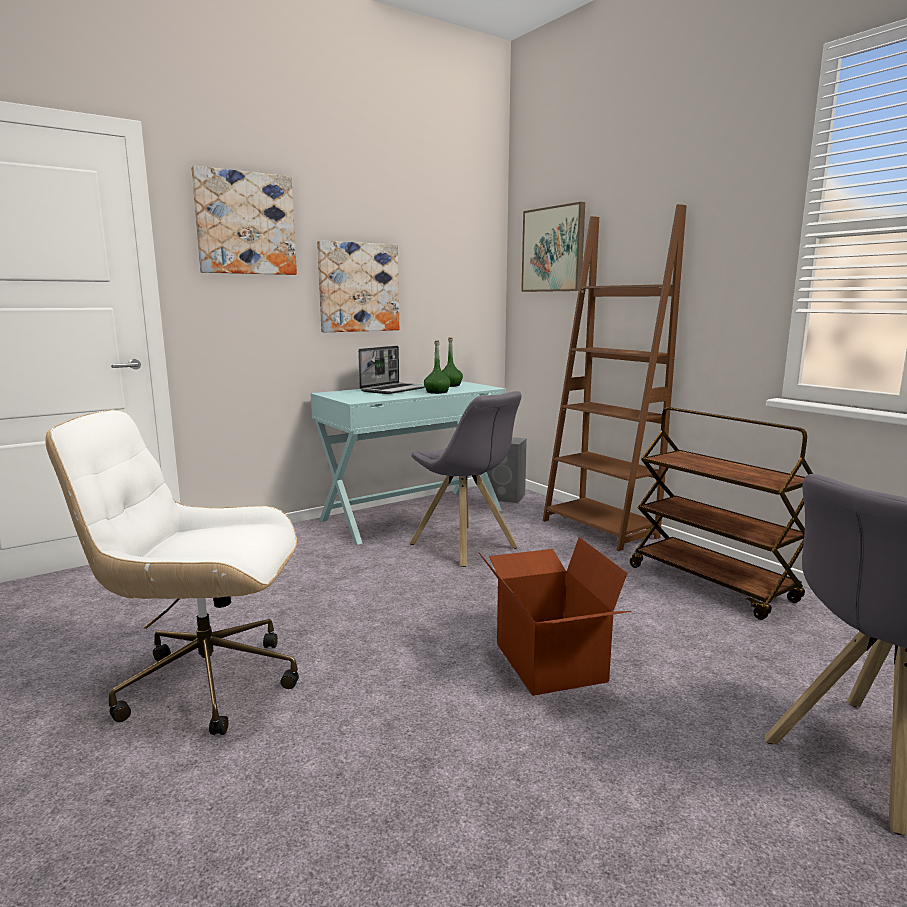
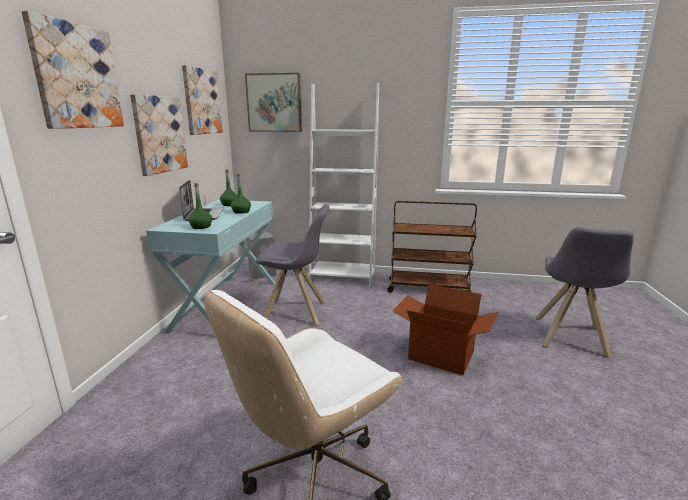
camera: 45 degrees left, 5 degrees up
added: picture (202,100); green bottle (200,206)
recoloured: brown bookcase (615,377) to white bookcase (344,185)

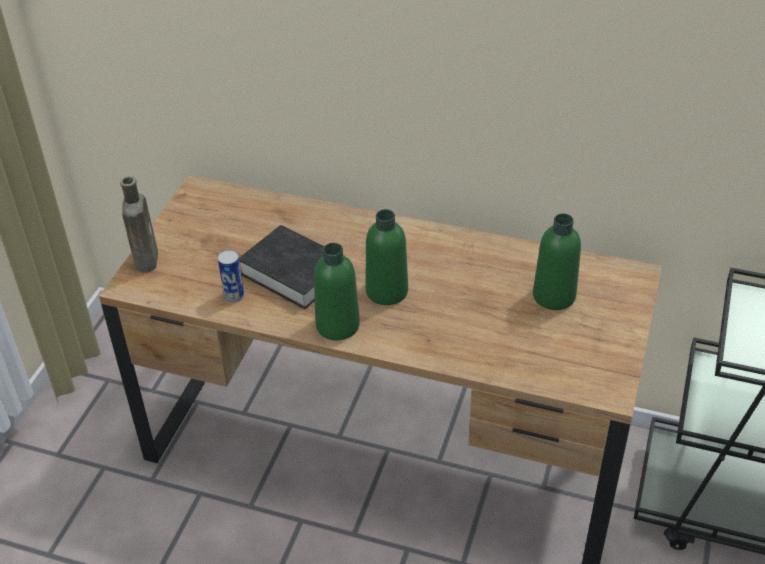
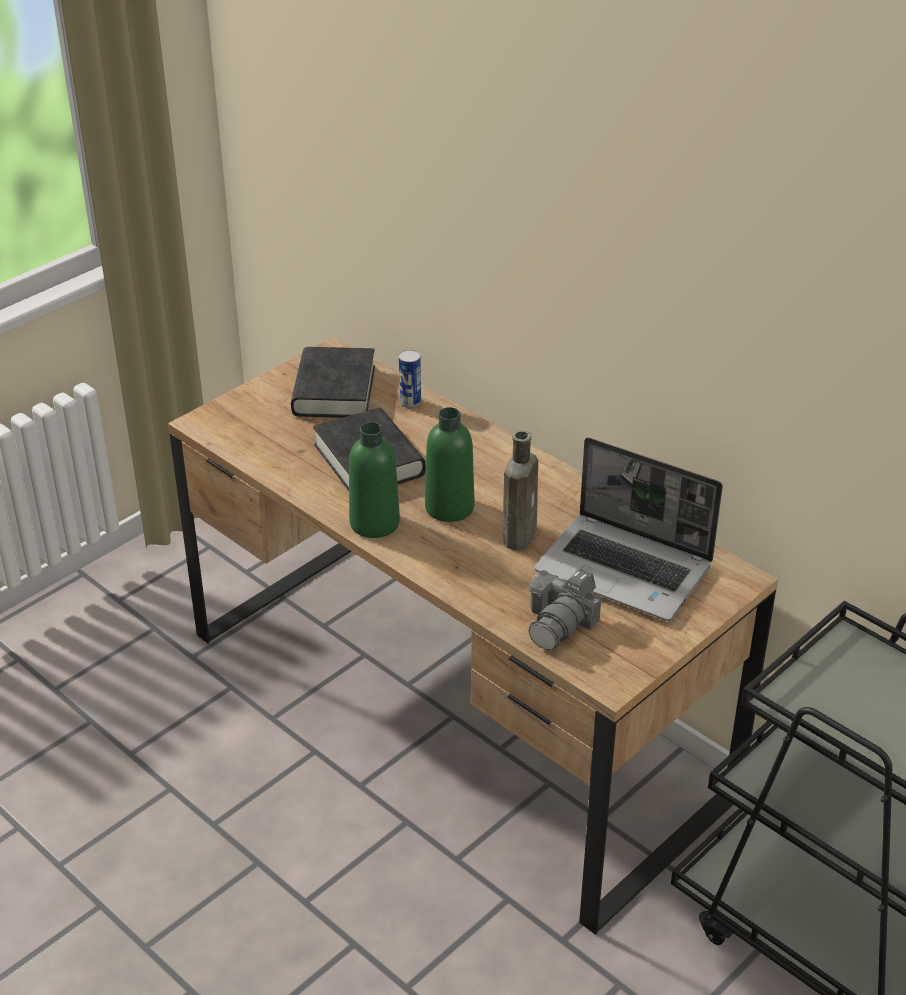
camera: 25 degrees right, 5 degrees down
added: black book (333,382); photo camera (564,609)
moved: can (231,276) to (410,379); brown bottle (139,224) to (520,490)
replaced: green bottle (557,262) to laptop (629,529)

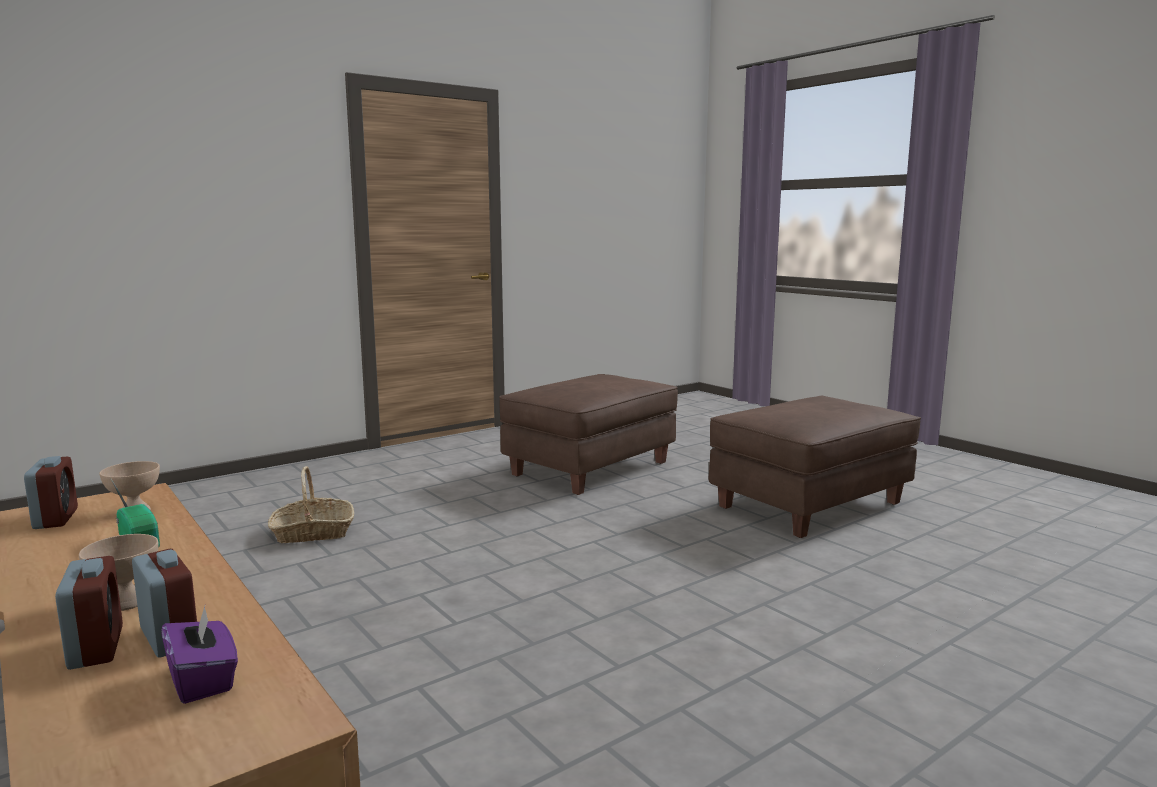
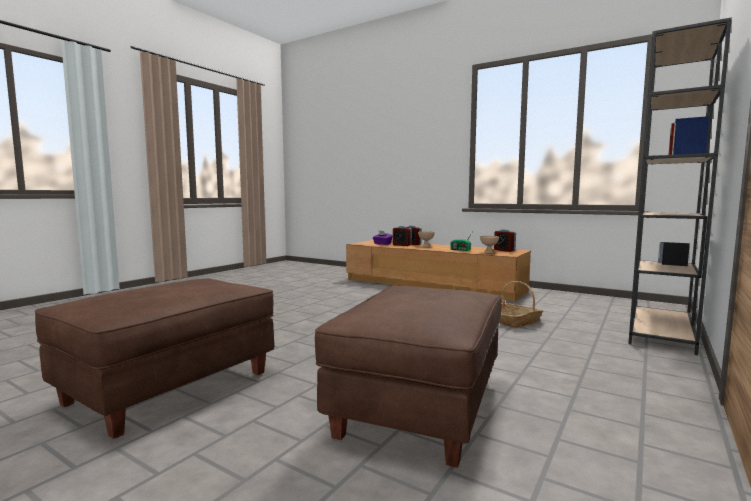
camera: 160 degrees right, 5 degrees down
added: bookcase (680,186)

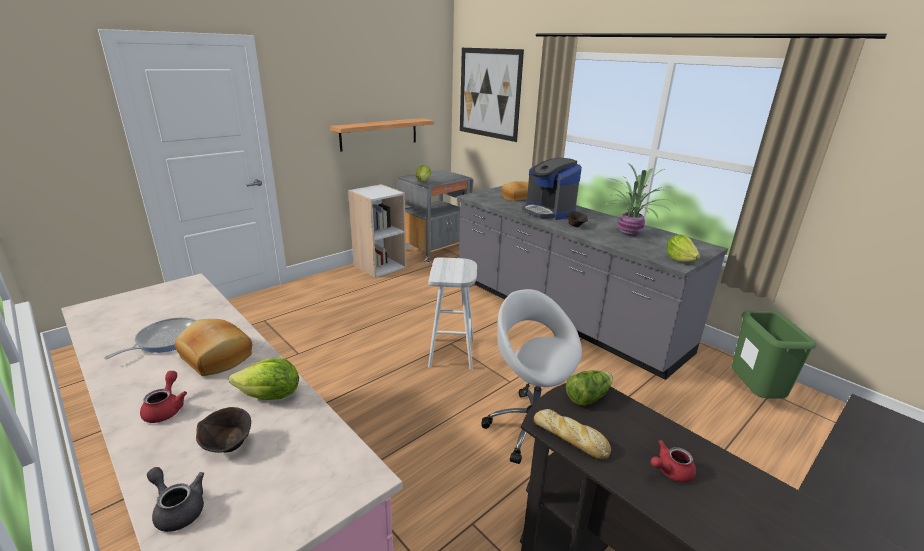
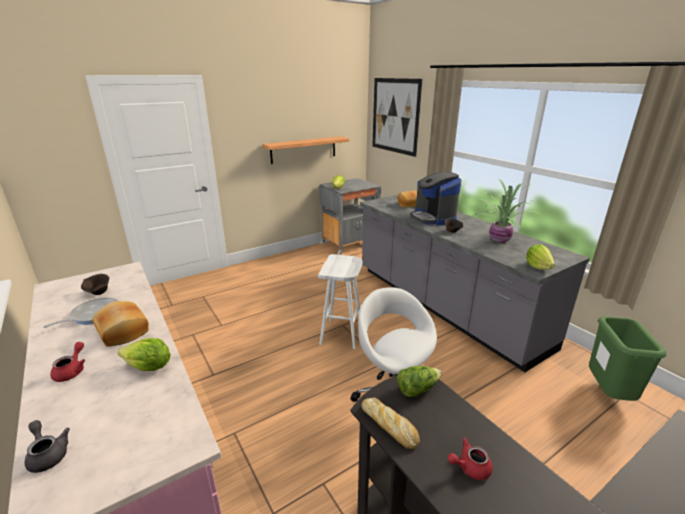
camera: 10 degrees right, 0 degrees up
removed: bookcase (377,231)
moved: brown bowl (223,430) to (95,284)

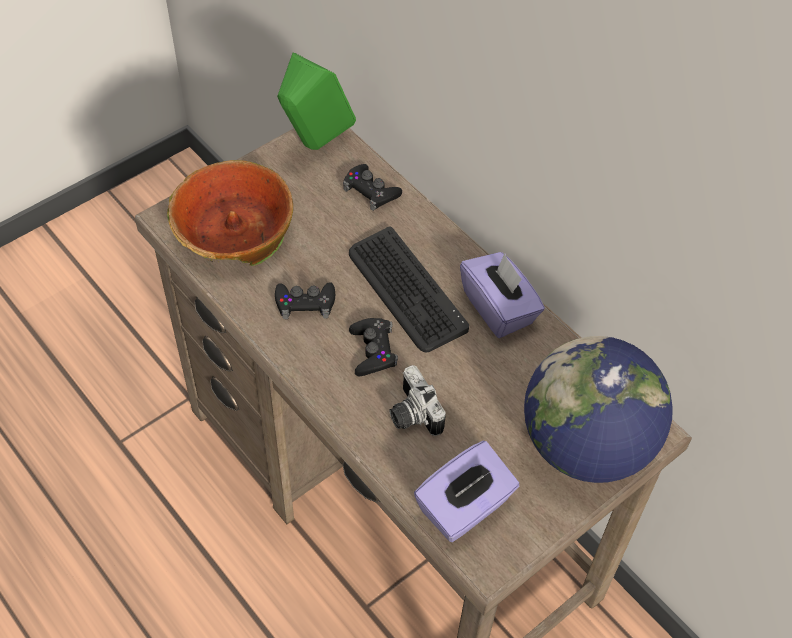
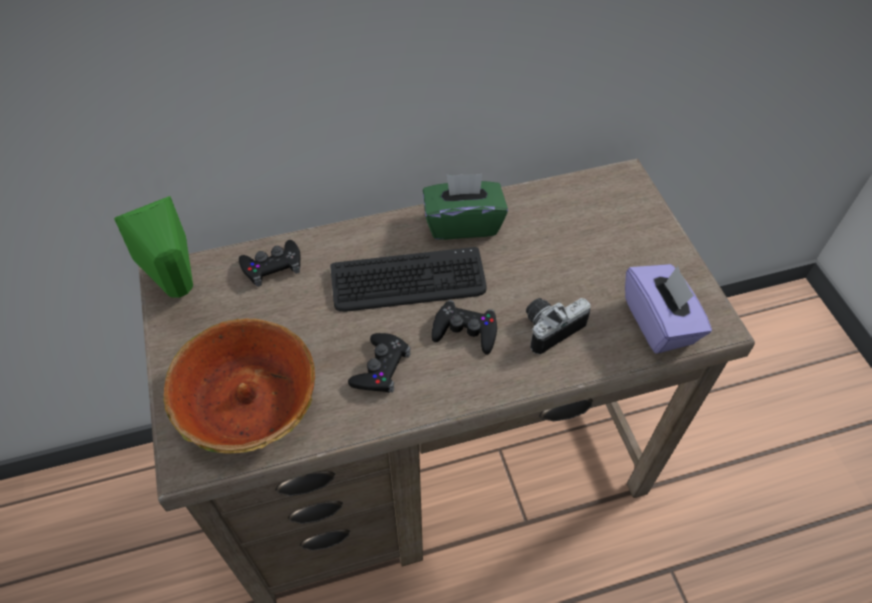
camera: 65 degrees left, 0 degrees up
removed: globe (598,409)
recoloured: purple tissue box (502,295) to green tissue box (465,207)
turned: photo camera (417,400) = (558,326) 150 degrees clockwise

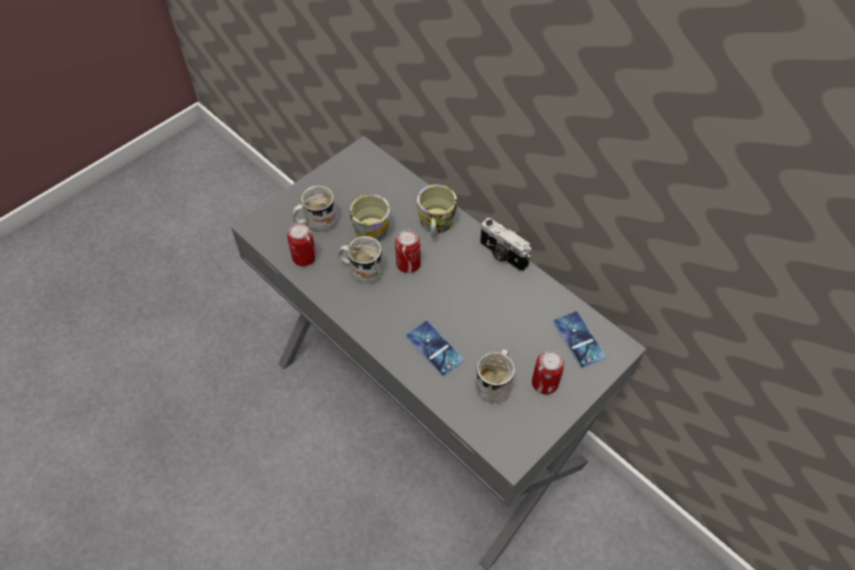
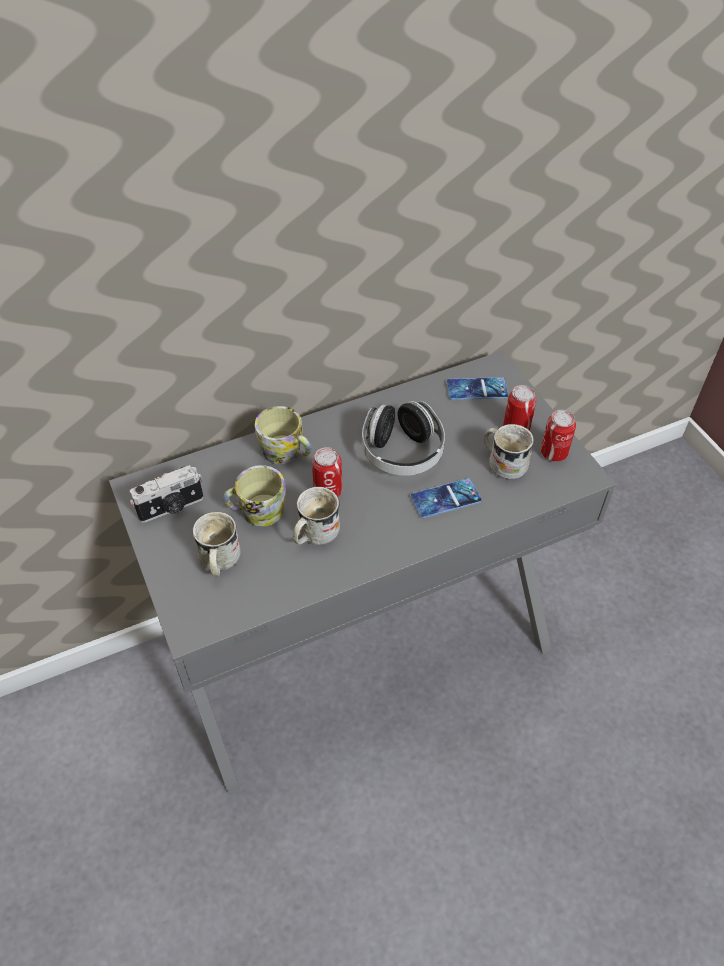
camera: 70 degrees left, 5 degrees down
added: headphones (403,438)
moved: photo camera (505,245) to (167,494); can (301,244) to (558,435)

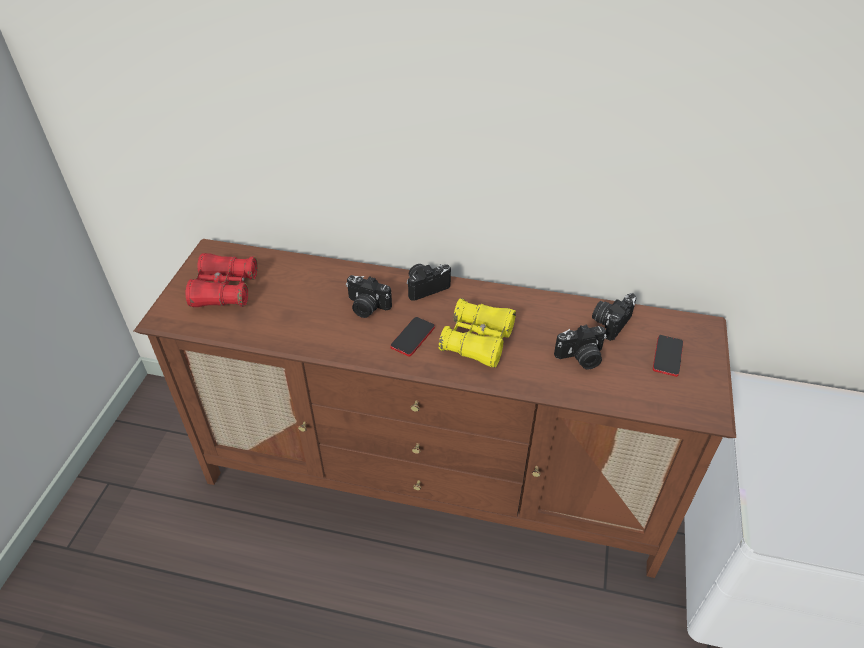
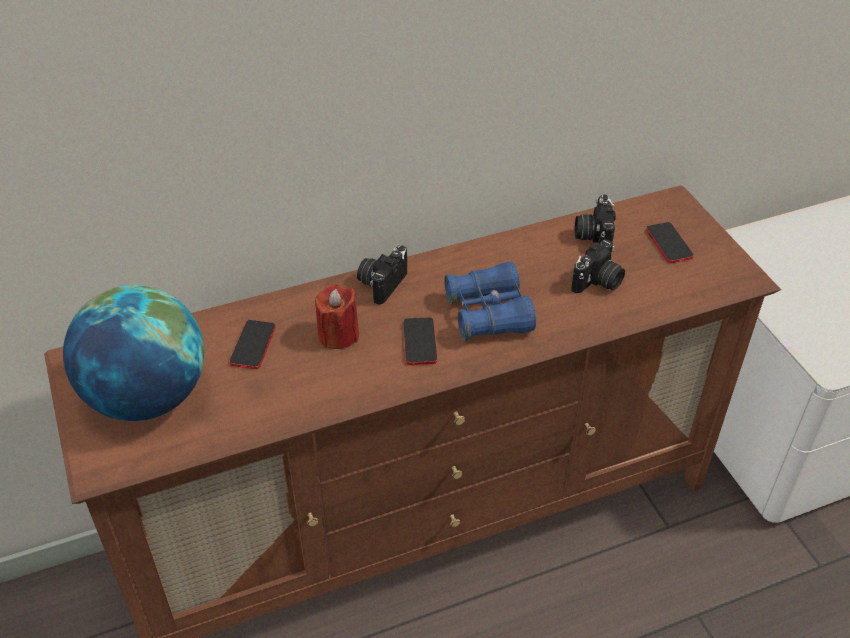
camera: 35 degrees left, 0 degrees up
added: phone (253,344)
replaced: red binoculars (222,280) to globe (133,353); photo camera (369,296) to red candle (337,316)
recoloured: yellow binoculars (477,332) to blue binoculars (490,301)

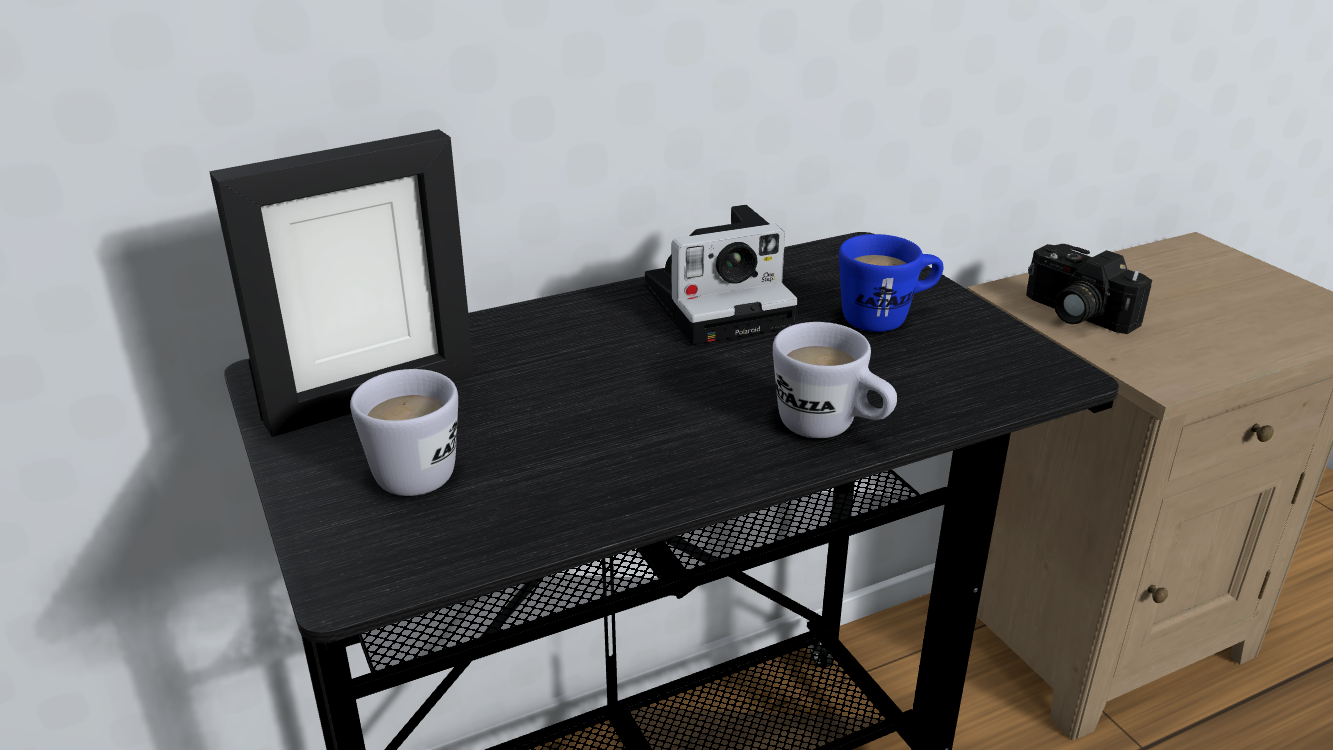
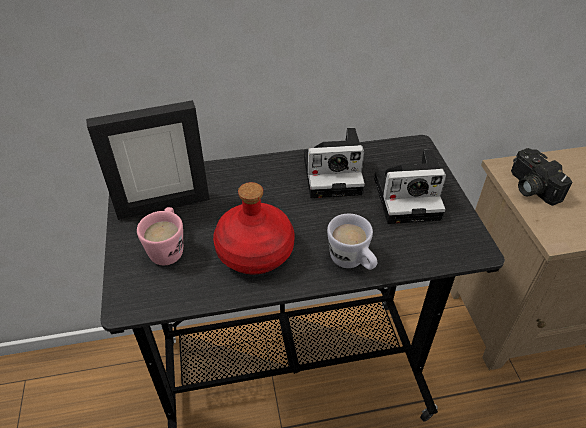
camera: 15 degrees right, 15 degrees up
added: red bottle (254,228)
replaced: blue mug (891,283) to photo camera (410,186)
recoloured: white mug (404,432) to pink mug (160,236)

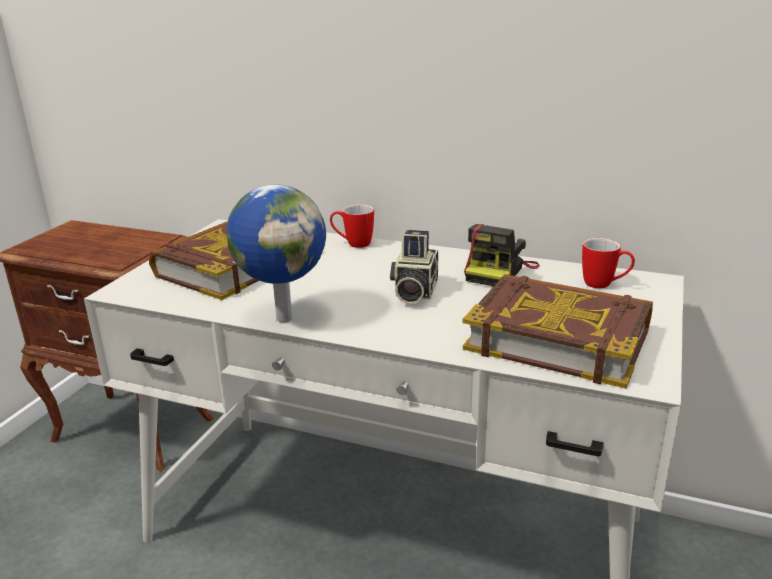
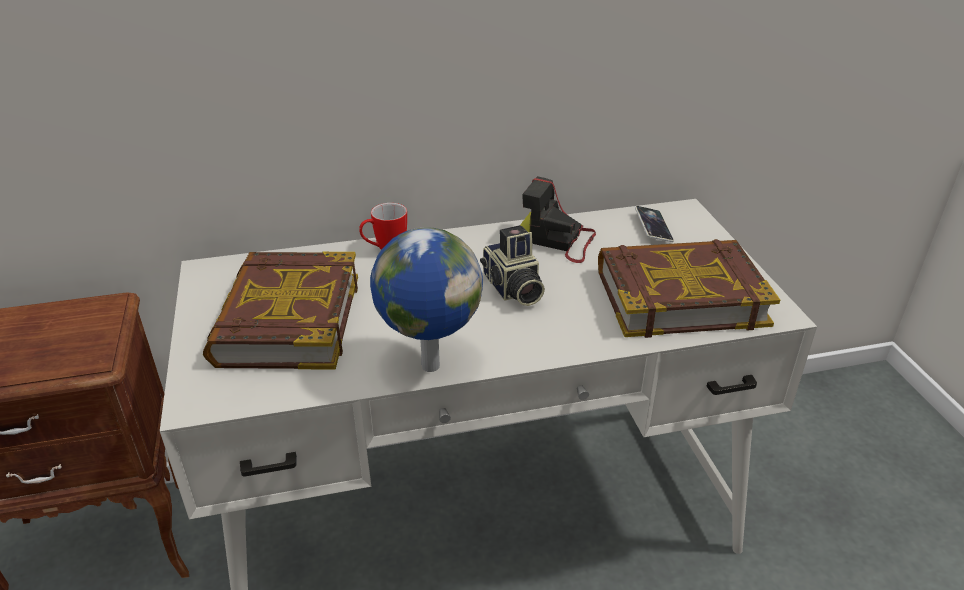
camera: 35 degrees left, 10 degrees up
replaced: mug (608,263) to phone (654,224)
turned: photo camera (502,255) = (558,219) 120 degrees clockwise

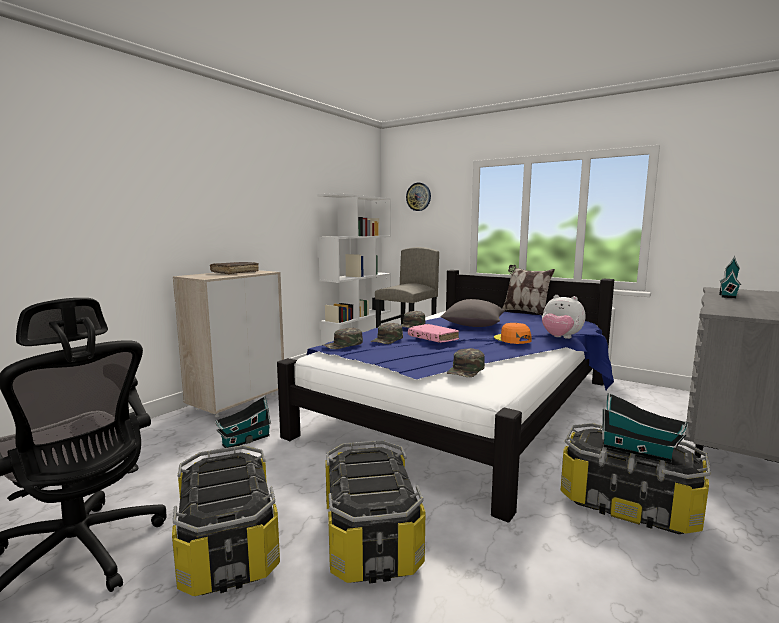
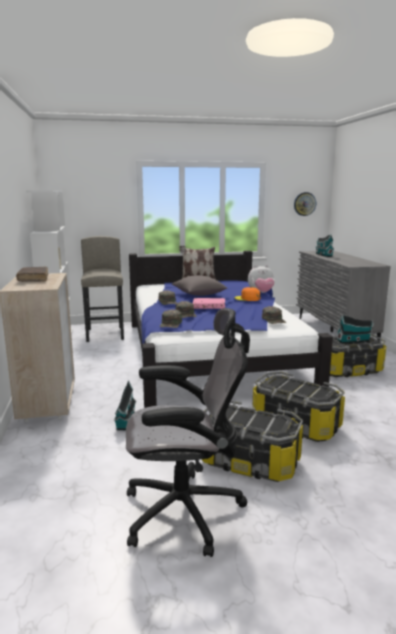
camera: 45 degrees left, 5 degrees up
moved: wall clock (418,196) to (305,204)

